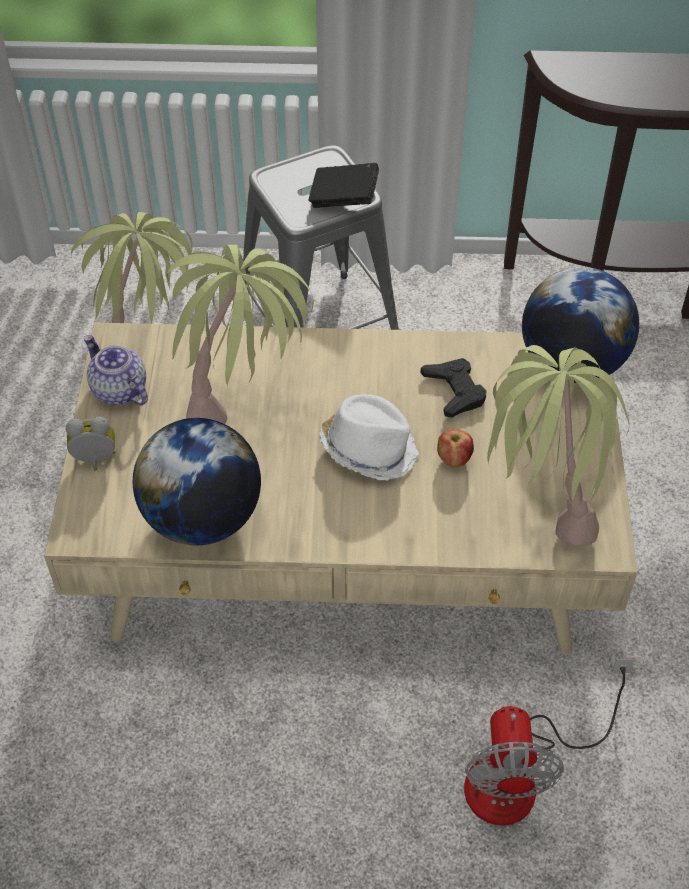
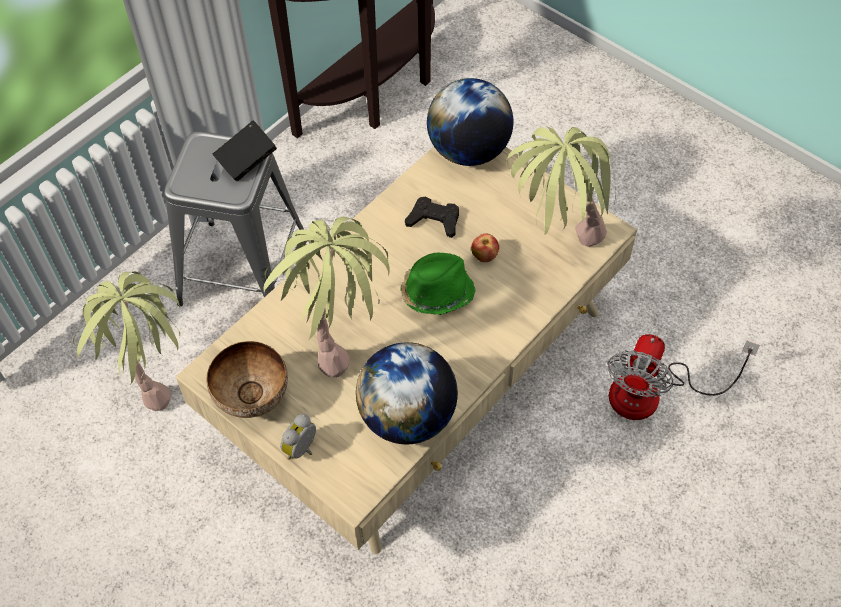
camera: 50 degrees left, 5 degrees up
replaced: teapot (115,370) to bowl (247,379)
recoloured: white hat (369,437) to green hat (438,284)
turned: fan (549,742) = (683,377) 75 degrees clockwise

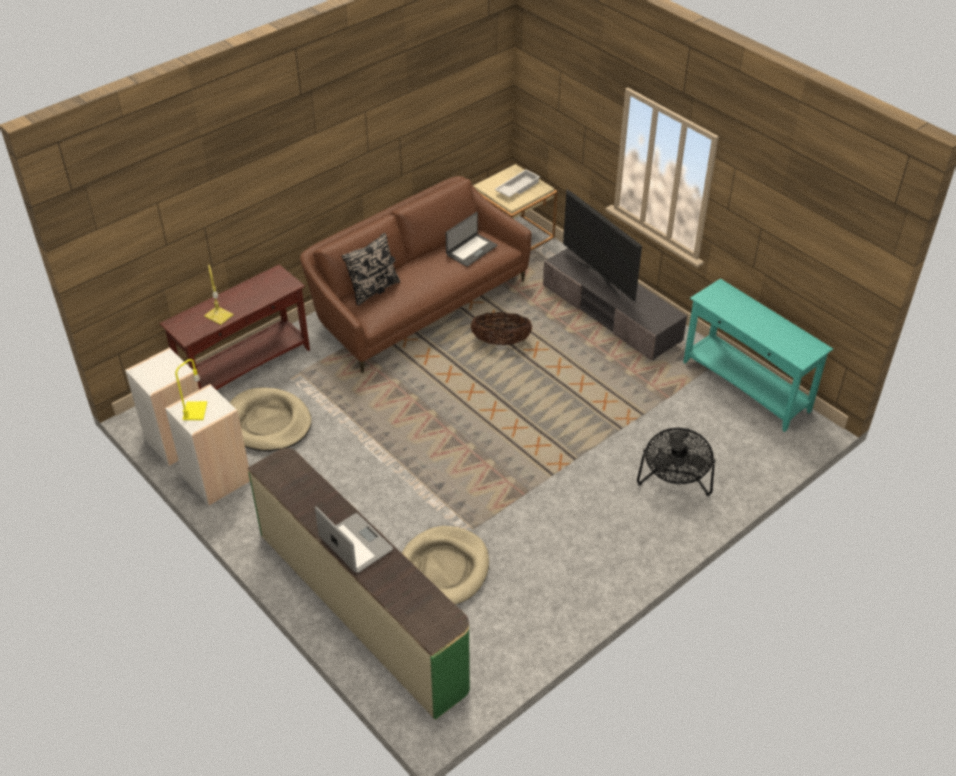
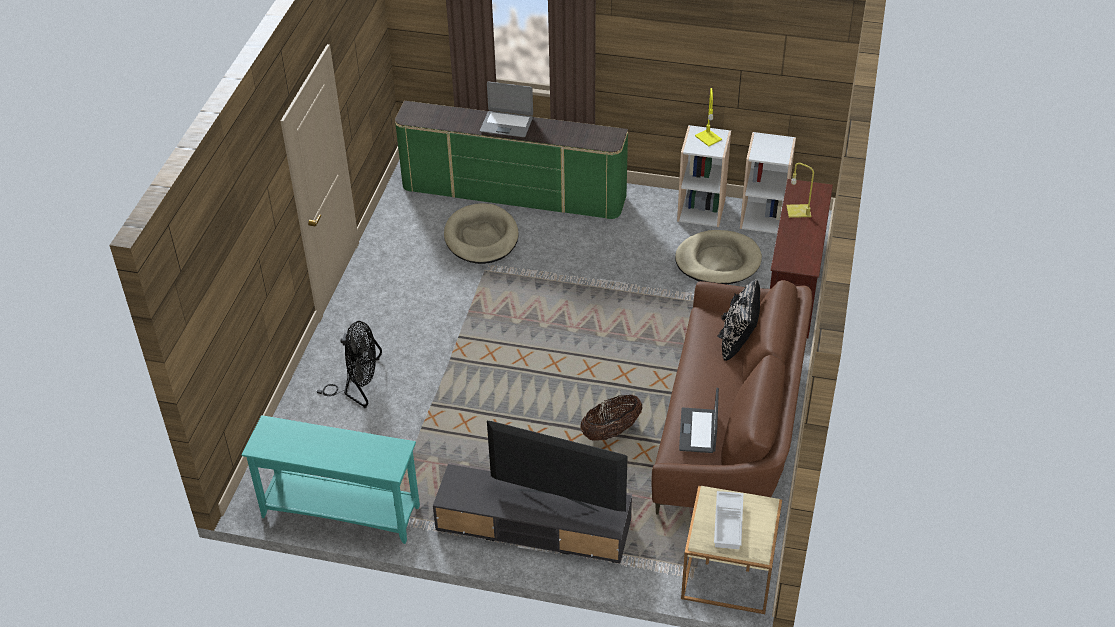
camera: 145 degrees right, 0 degrees up
turned: black fan (676,461) = (349,364) 120 degrees clockwise

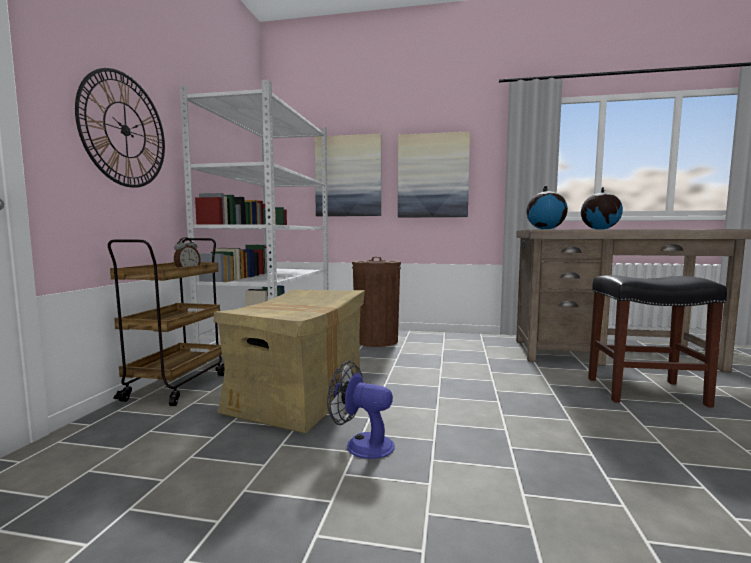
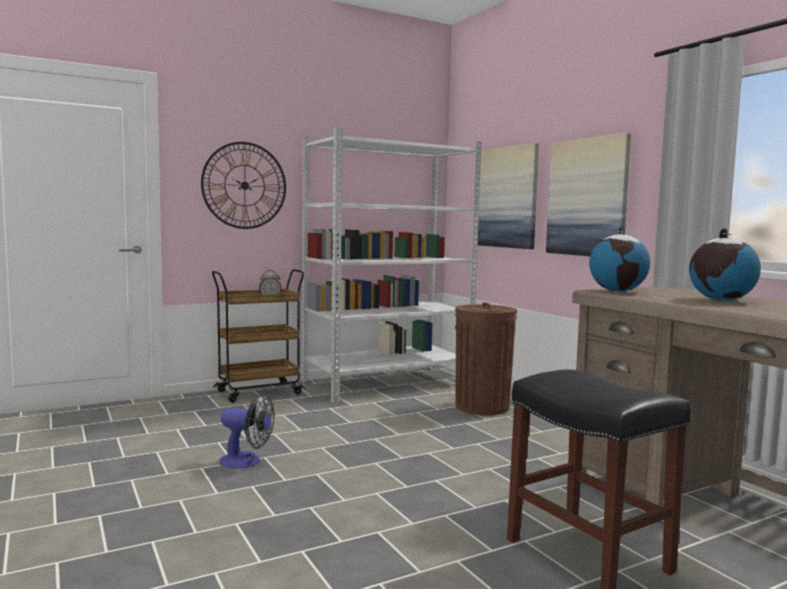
camera: 50 degrees right, 0 degrees up
removed: cardboard box (289,362)
turned: fan (361,410) = (247,431) 120 degrees clockwise

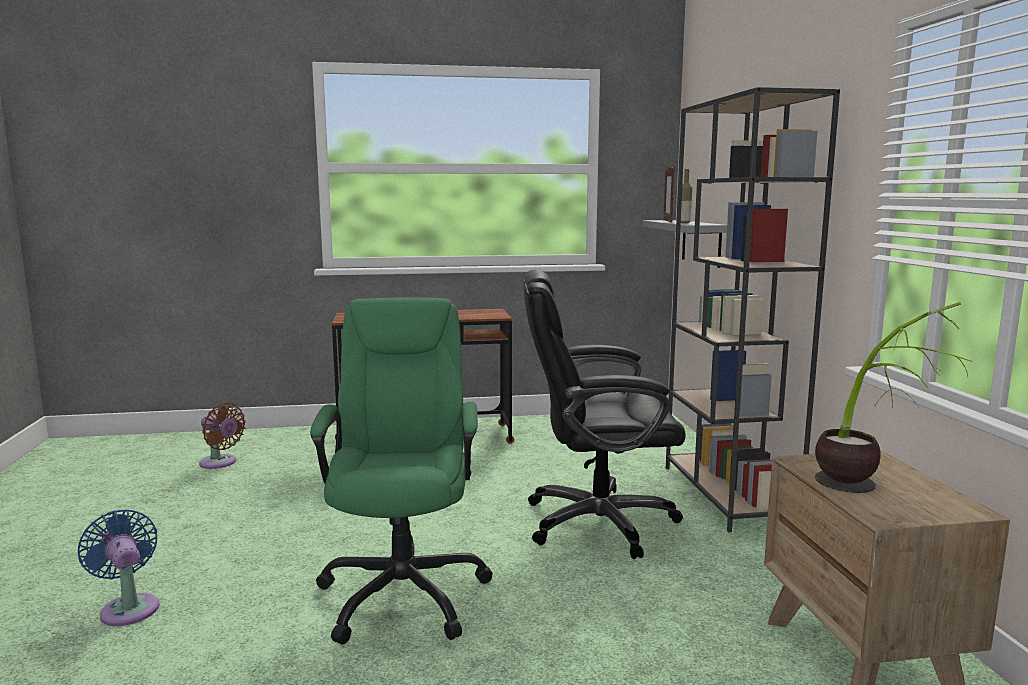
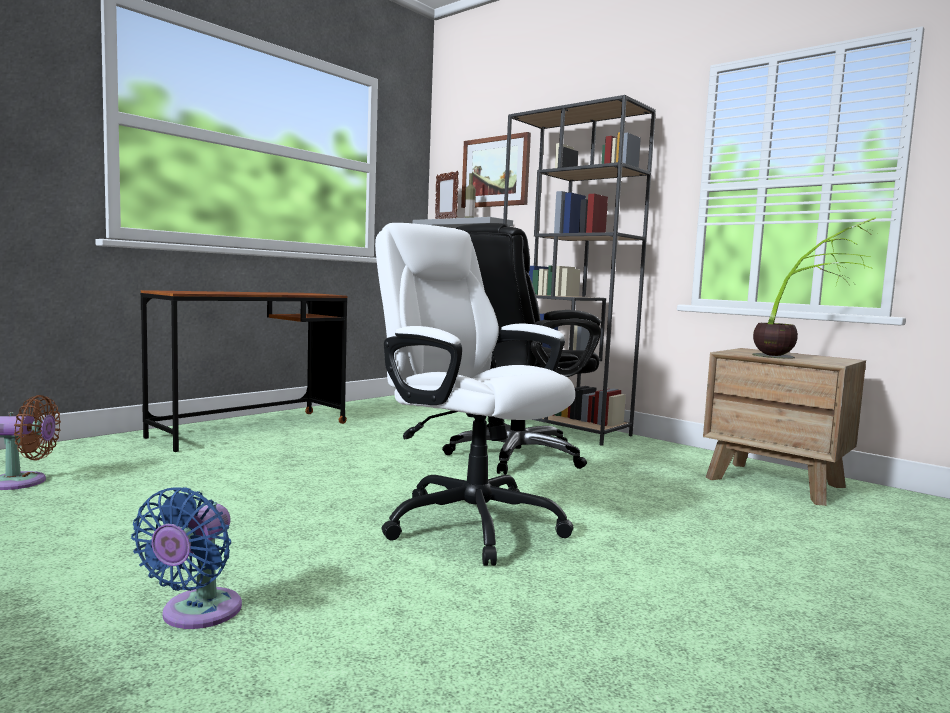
camera: 40 degrees left, 5 degrees down
added: picture (496,170)
recoloured: green office chair (401,471) to white office chair (475,394)
turned: blue fan (119,567) = (186,558) 90 degrees counterclockwise

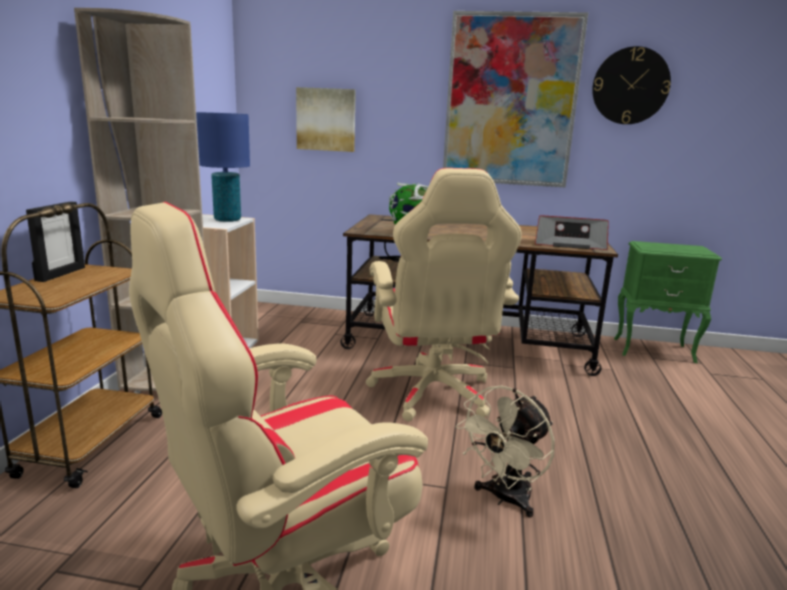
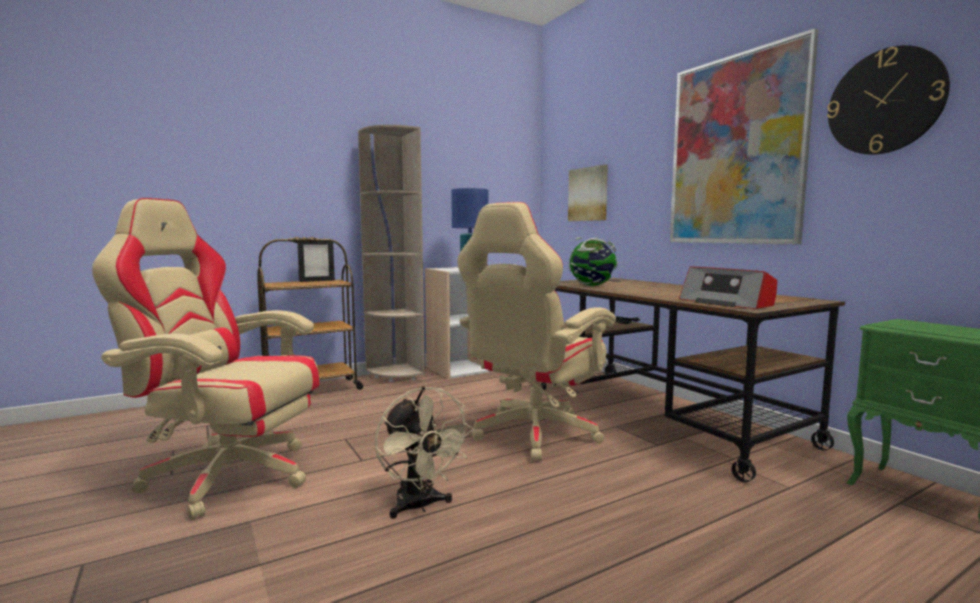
camera: 50 degrees right, 10 degrees down
turned: beige fan (505,451) = (424,452) 120 degrees counterclockwise

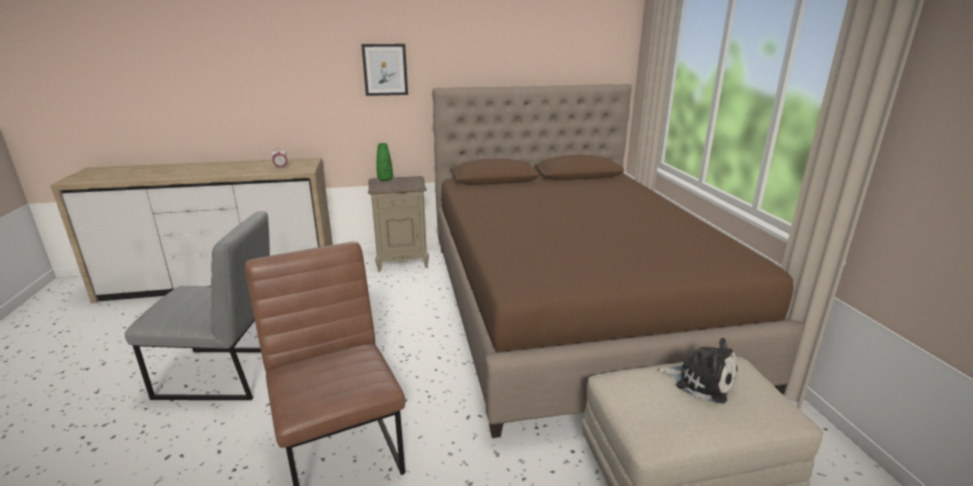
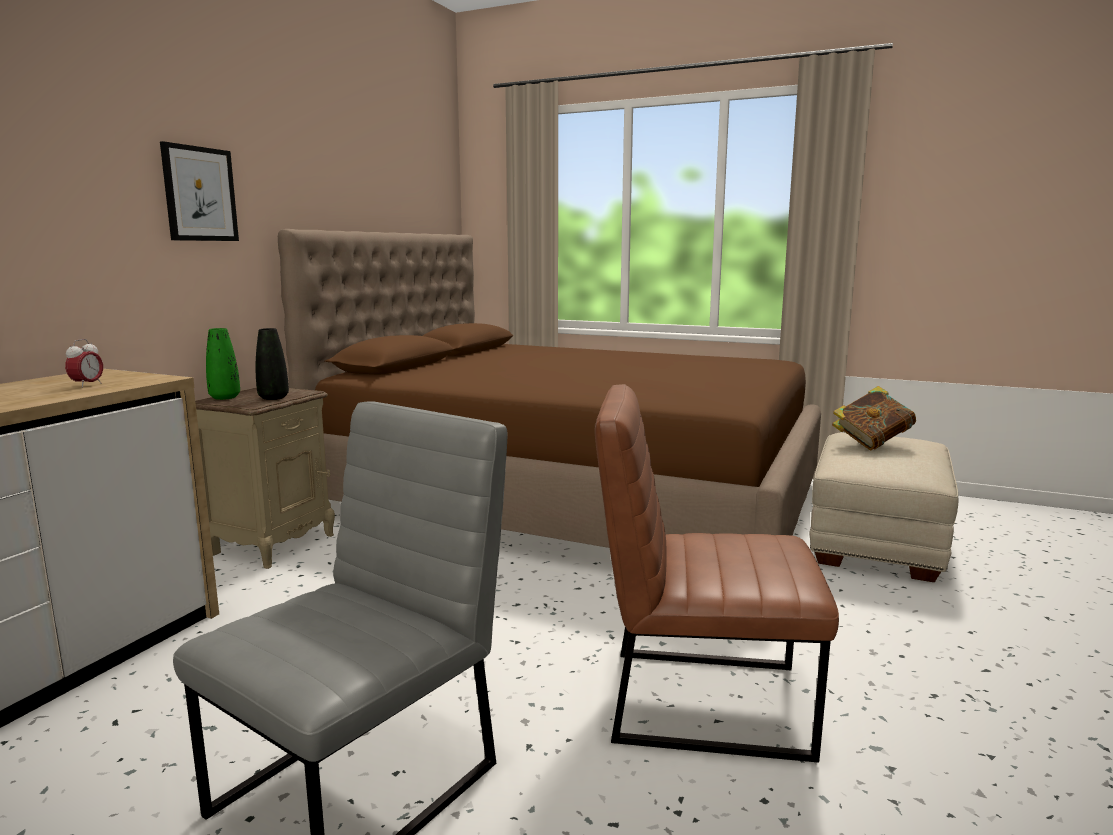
camera: 55 degrees left, 10 degrees down
added: black vase (272,364)
replaced: plush toy (697,370) to book (874,418)

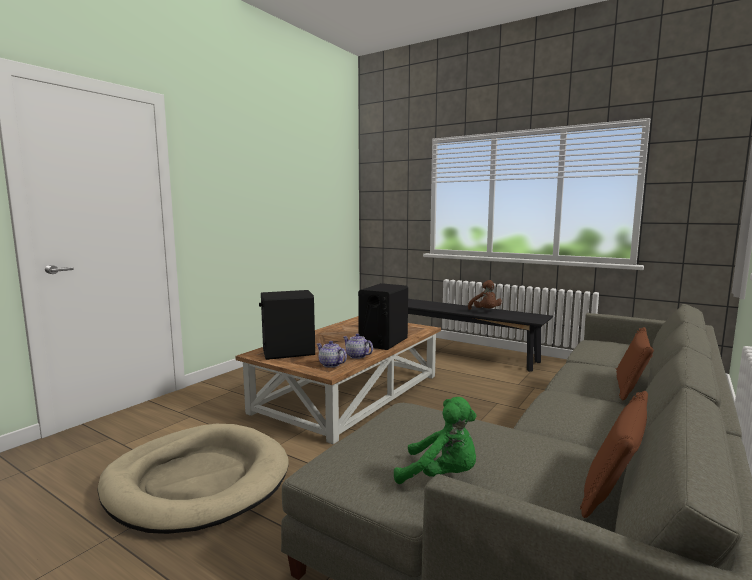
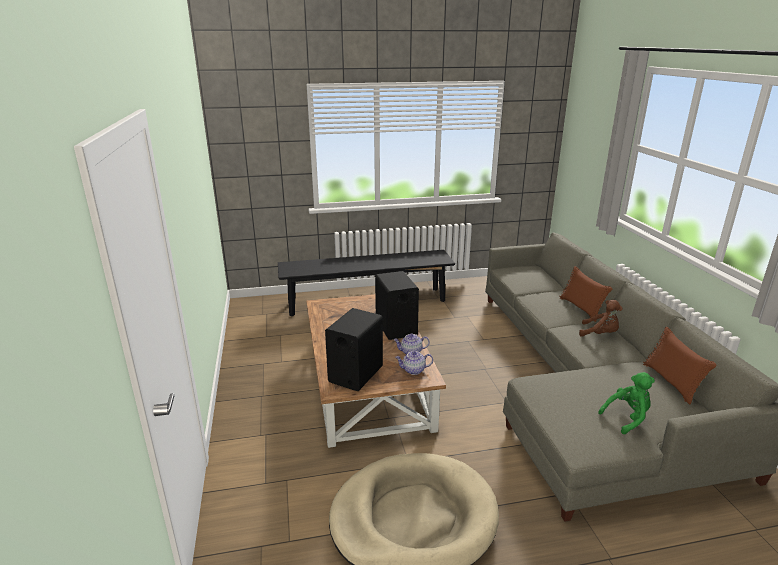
camera: 45 degrees left, 15 degrees up
moved: brown plush toy (485,295) to (601,318)

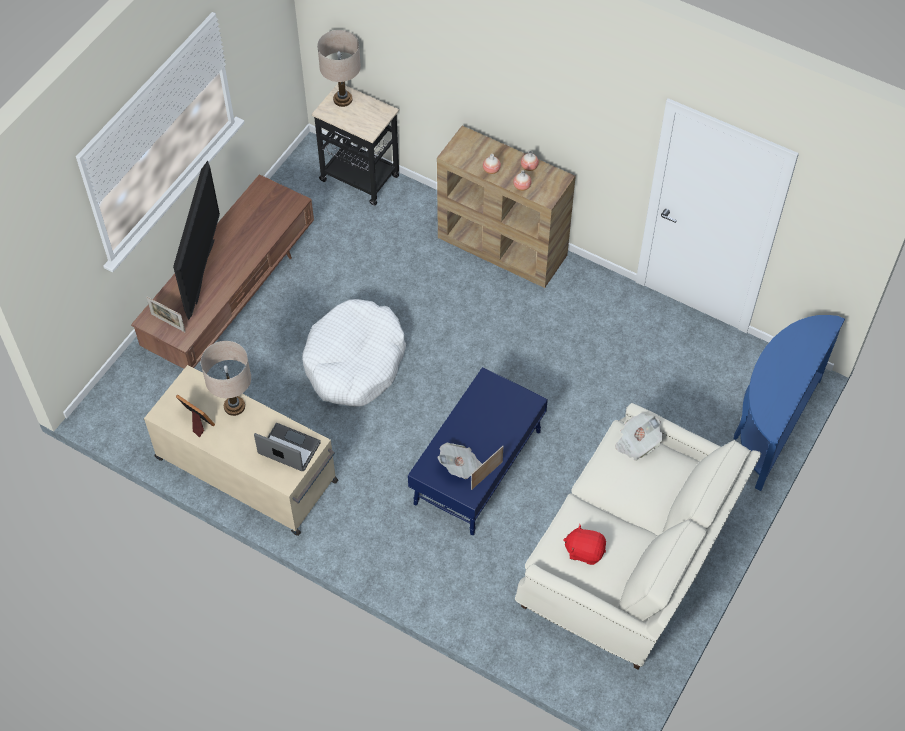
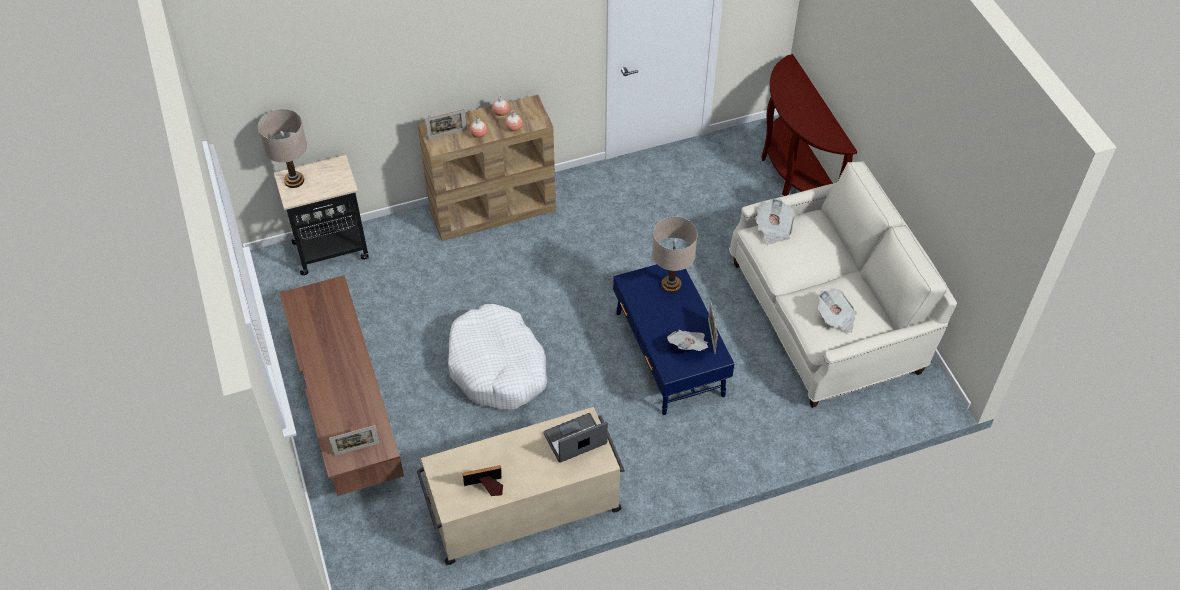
camera: 50 degrees left, 5 degrees down
removed: television (196,240)
added: picture frame (446,124)
moved: beige table lamp (226,378) to (675,254)
replaced: red plush toy (584,544) to newspaper (837,310)
recoloured: blue console table (789,403) to brown console table (809,125)

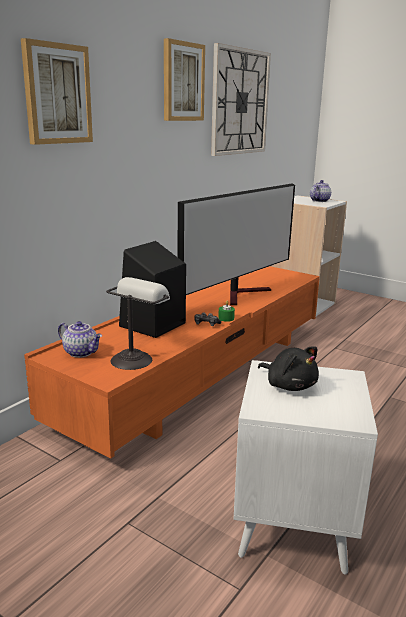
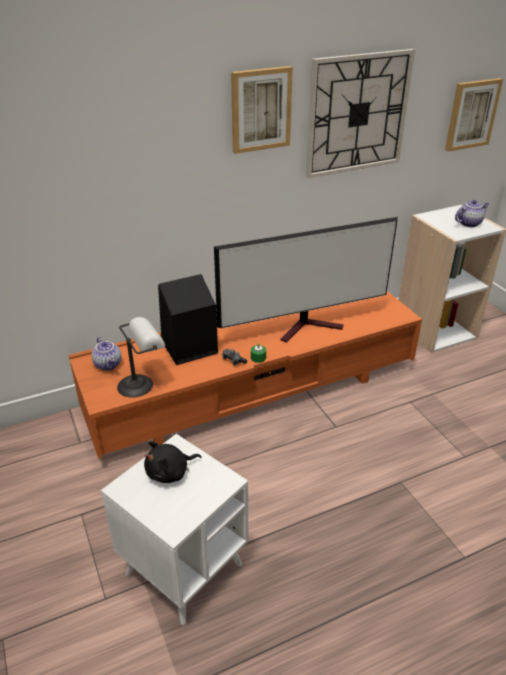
camera: 30 degrees right, 15 degrees up
moved: picture (57,91) to (474,115)
turned: black plush toy (288,368) = (172,462) 75 degrees clockwise

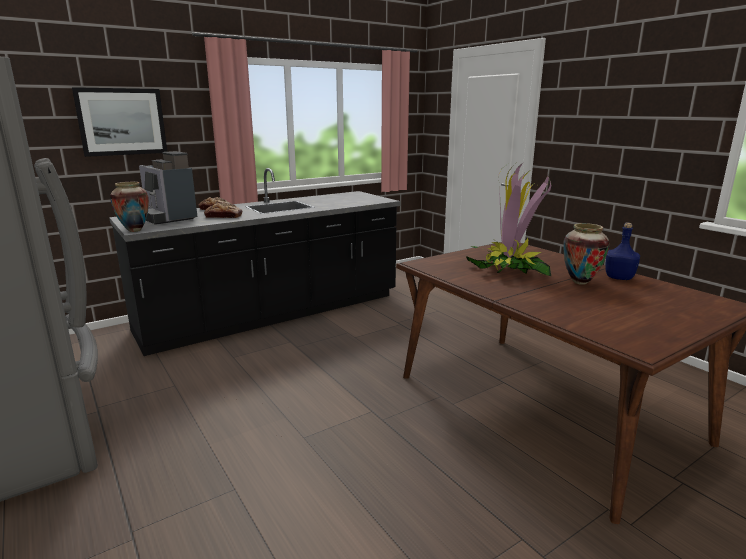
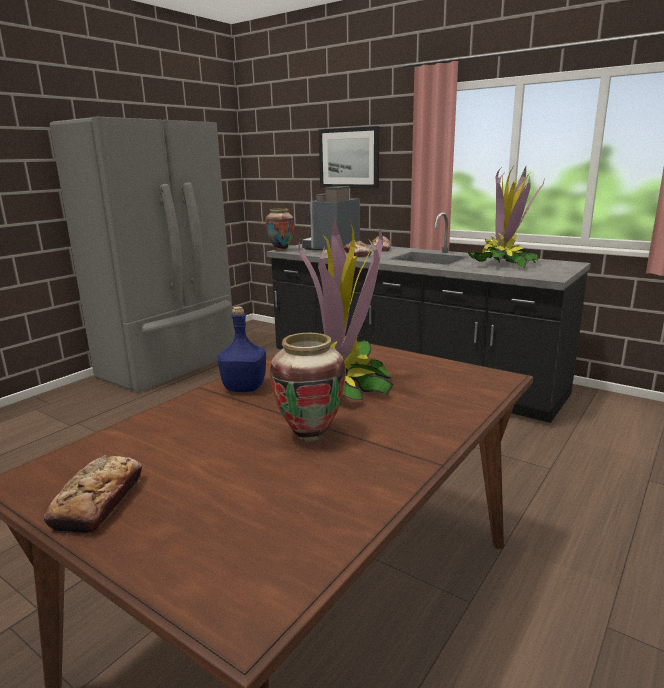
camera: 70 degrees right, 0 degrees up
added: bread (93,495); potted plant (506,216)
moved: blue bottle (622,251) to (241,349)

